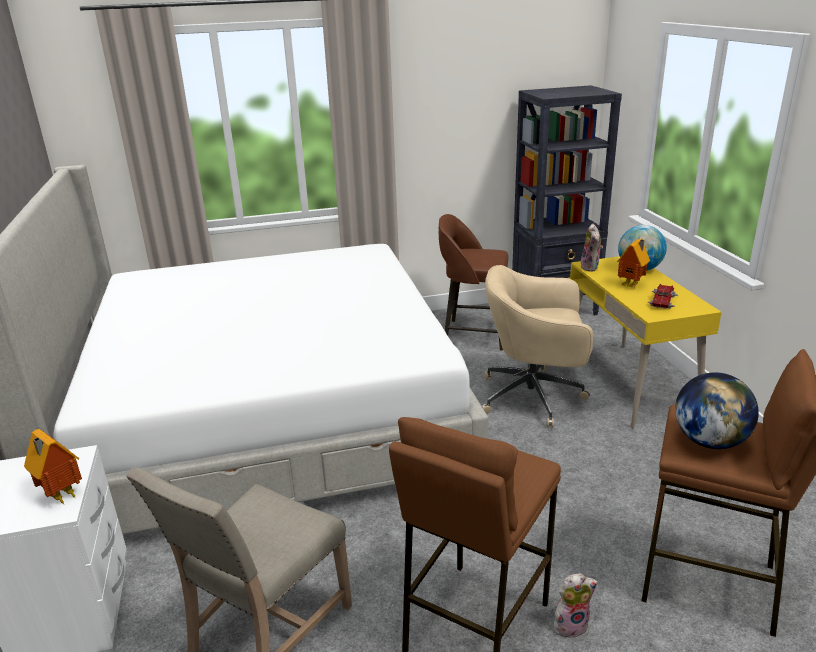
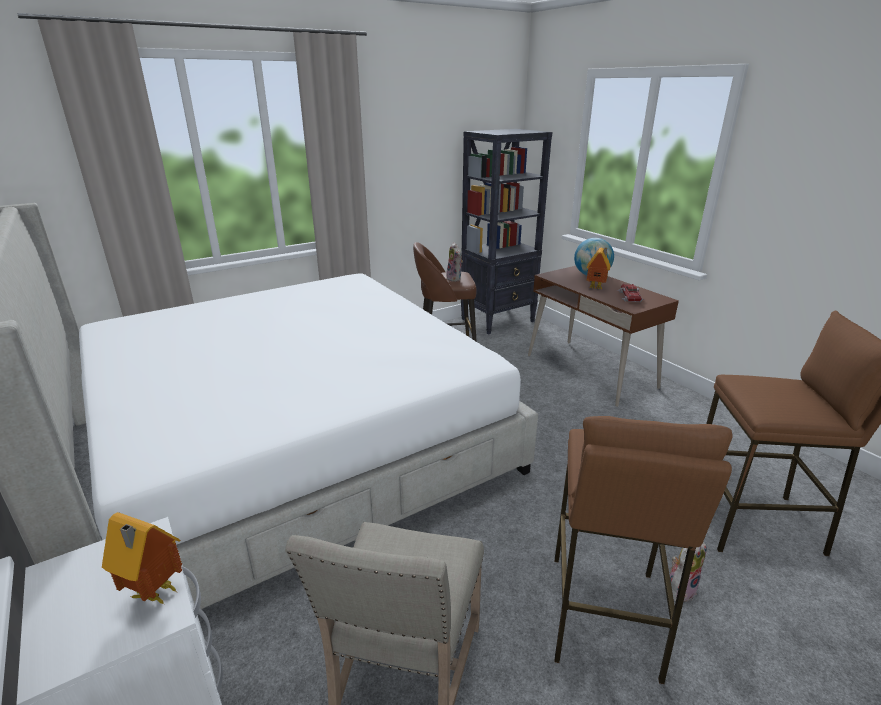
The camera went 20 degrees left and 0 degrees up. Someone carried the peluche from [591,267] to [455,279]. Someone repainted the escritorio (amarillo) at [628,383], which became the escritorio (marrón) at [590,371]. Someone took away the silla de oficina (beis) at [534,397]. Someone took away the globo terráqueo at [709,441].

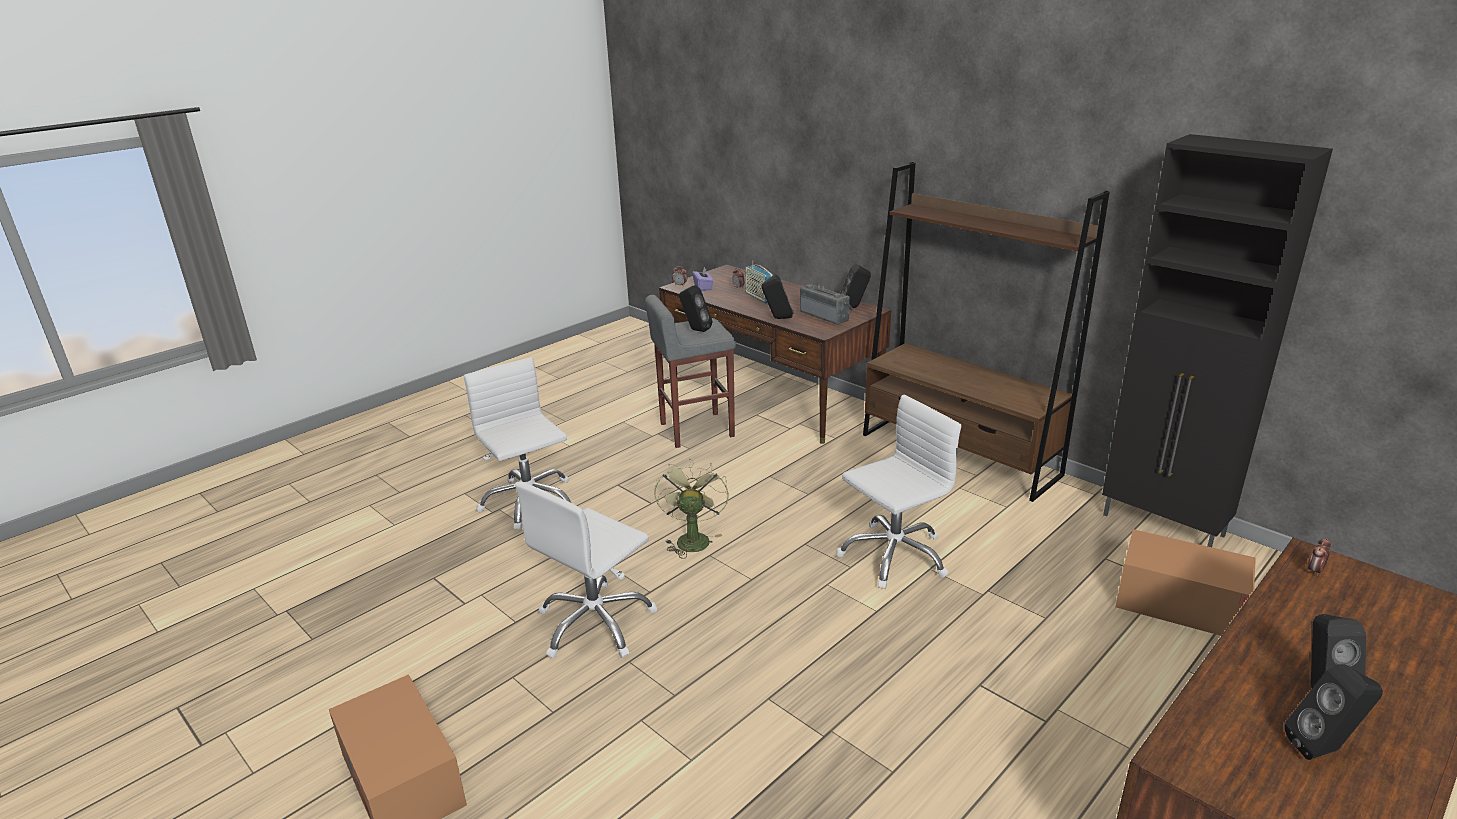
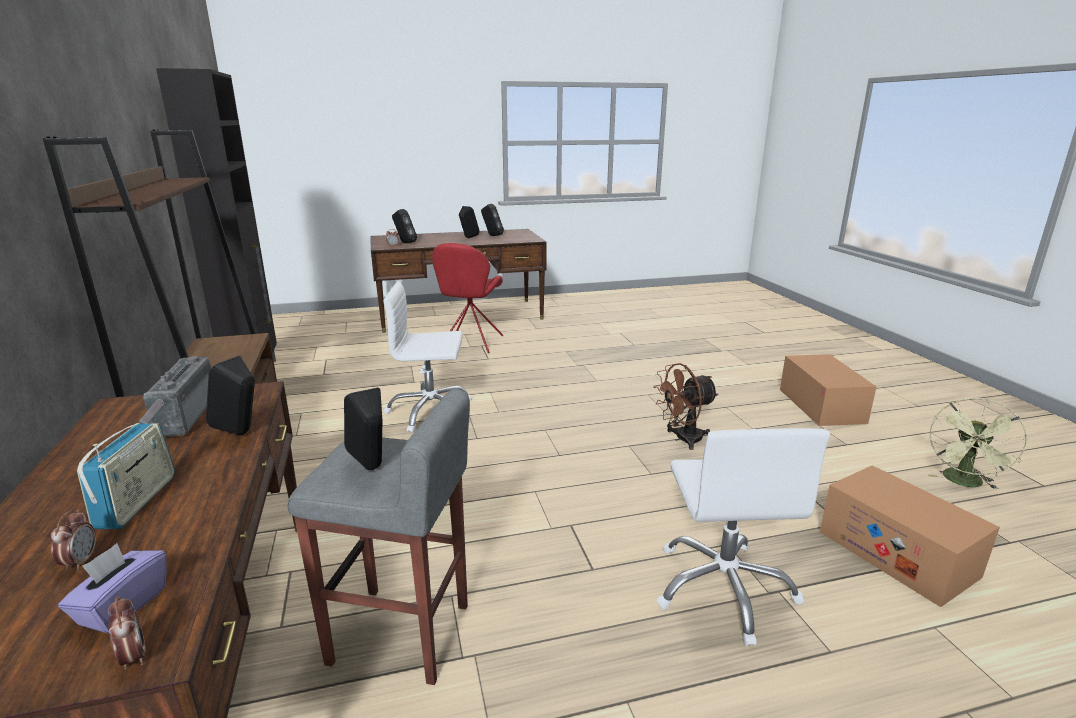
The camera went 150 degrees left and 5 degrees down. Someone carried the altavoz (negro) from [854,307] to [404,242]. Someone carried the ventilador (verde) from [692,538] to [964,483]. Someone swapped the silla de oficina (blanco) at [595,623] for the ventilador (marrón) at [682,439]. Someone carried the caja de cartón from [1179,604] to [896,553]. Someone put down the silla (rojo) at [470,343].

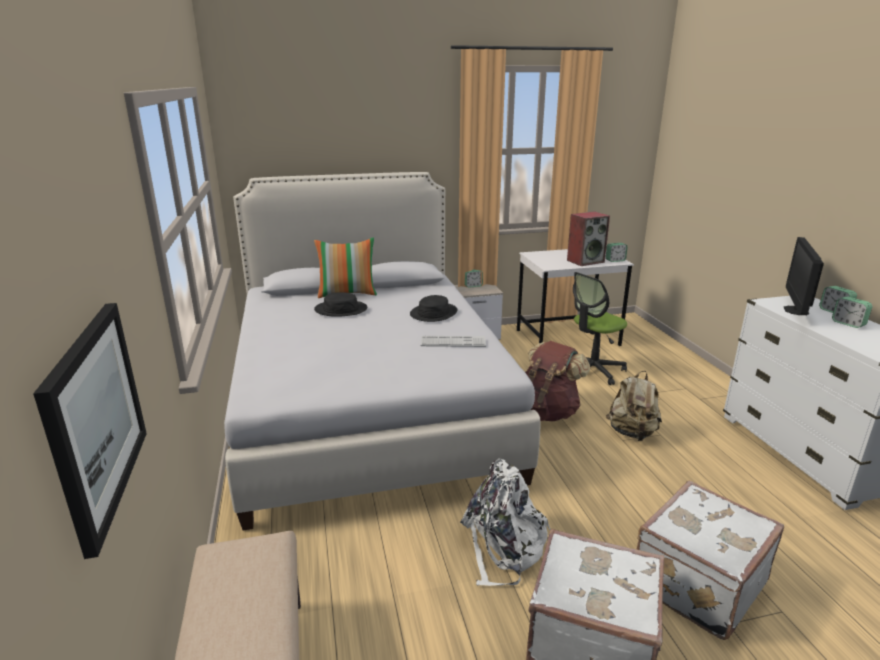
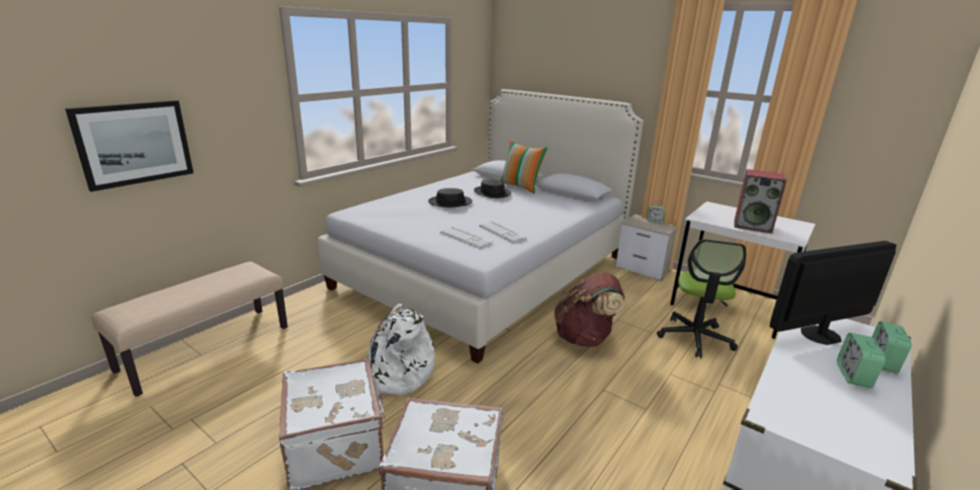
The camera went 50 degrees right and 0 degrees up. Someone took away the despertador at [615,260]. Someone rotated the silla de oficina at [592,370] by 90 degrees counterclockwise. Someone carried the sombrero (negro) from [433,313] to [450,202]. Someone took away the mochila (beis) at [632,433]. Someone put down the teclado at [465,238].

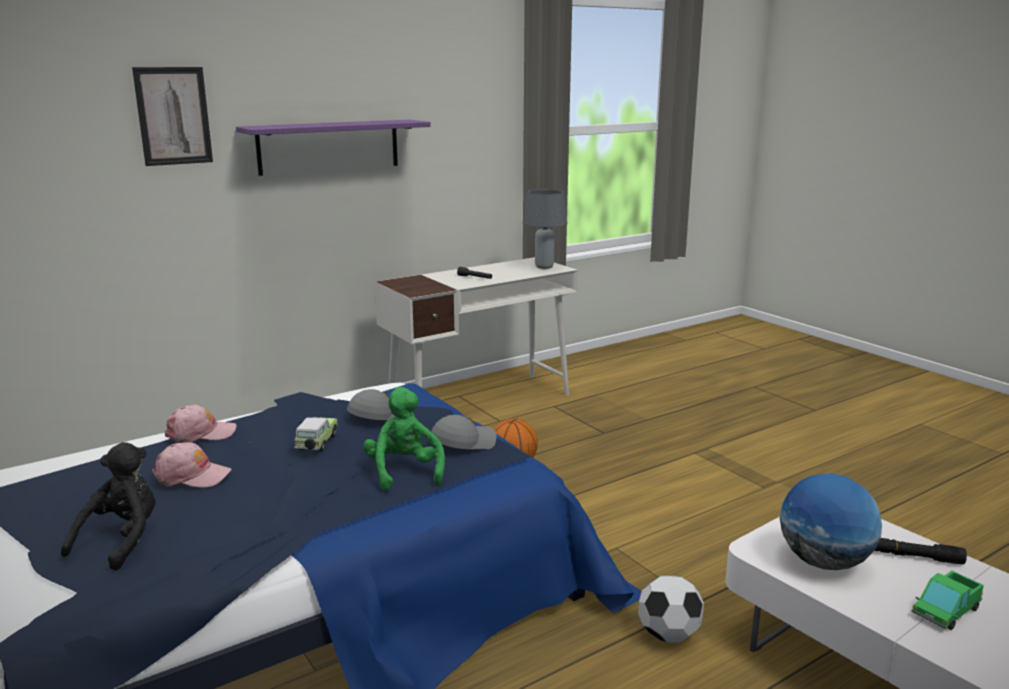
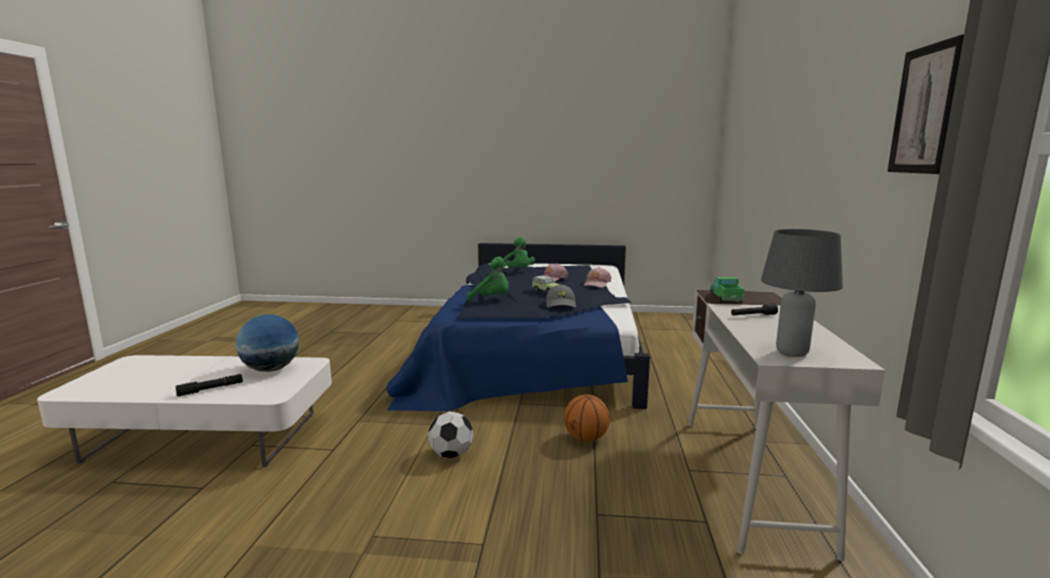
The camera went 130 degrees right and 5 degrees down. Someone carried the cuadro from [173,116] to [924,110]. Someone took away the estante (morado) at [329,146]. Someone took away the gorra (gris) at [463,443]. Someone repainted the peluche (negro) at [122,541], which became the peluche (verde) at [518,271]. Someone carried the camión de juguete from [945,611] to [725,298]. Someone carried the balón de fútbol from [668,635] to [451,454].

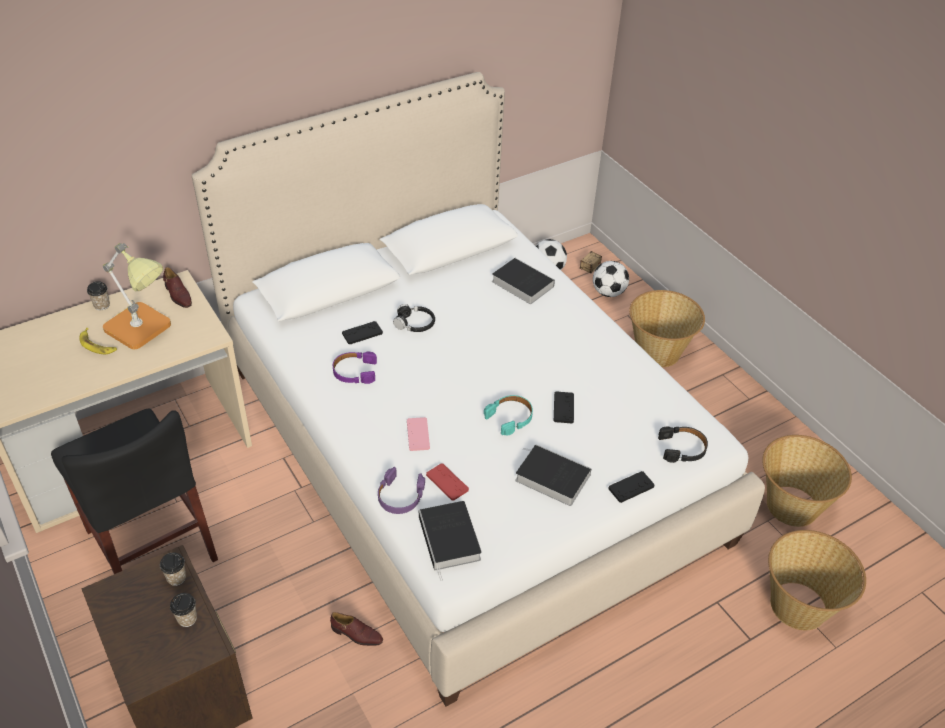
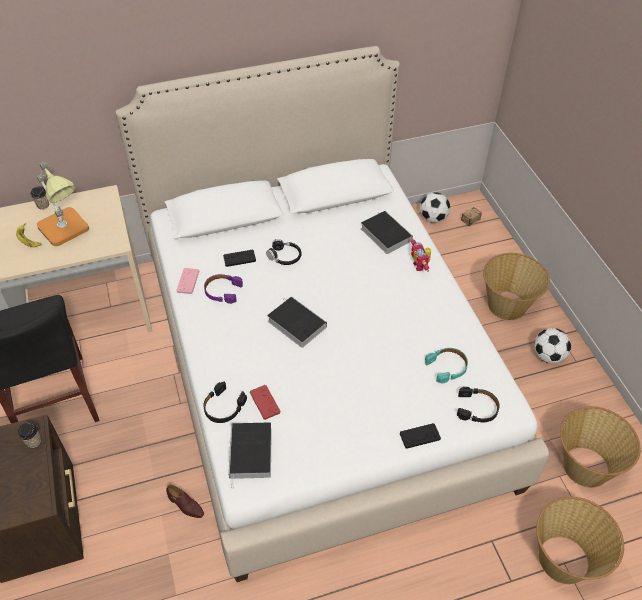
The camera went 15 degrees right and 5 degrees up. Someone carried the balón de fútbol from [608,292] to [548,356]. Someone took away the zapato (marrón) at [178,295]. Someone took away the mando de consola (negro) at [563,408]. Someone carried the auriculares (turquesa) from [510,418] to [447,367]. Someone carried the mando de consola (rosa) from [418,434] to [188,281]. Someone carried the libro from [550,477] to [295,323]. Someone repainted the auriculares (morado) at [400,496], which became the auriculares (negro) at [223,407]. Someone took away the taza at [187,619]. Someone put down the robot de juguete at [420,265].

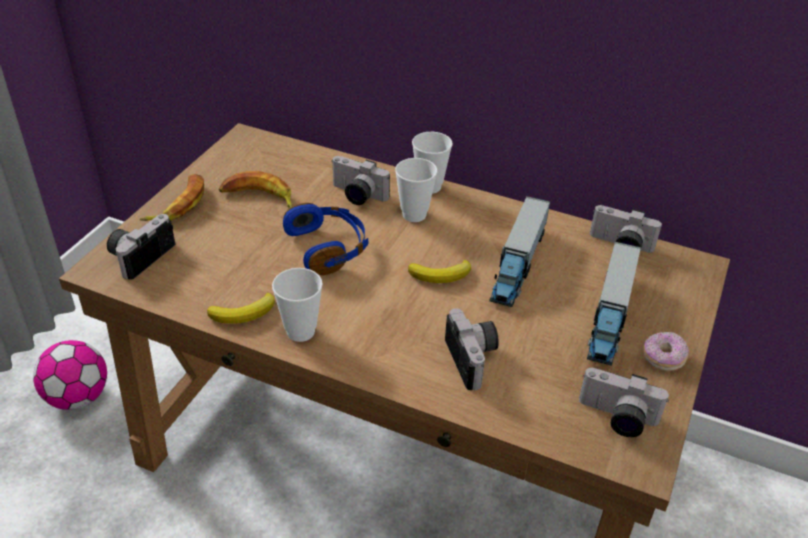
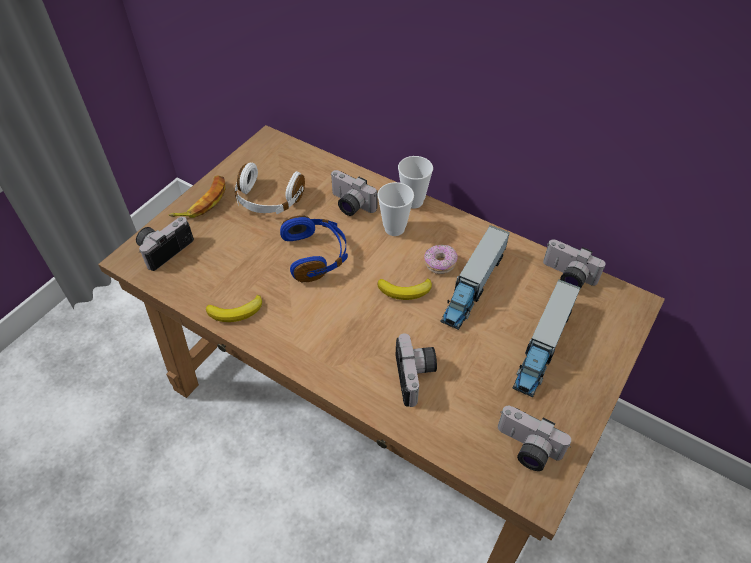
The camera went 10 degrees right and 10 degrees up. Someone swapped the plátano at [258,197] for the auriculares (blanco) at [268,200]. Someone took away the taza at [300,331]. Someone carried the rosquilla from [663,358] to [440,264]. Someone took away the balón de fútbol at [78,397].

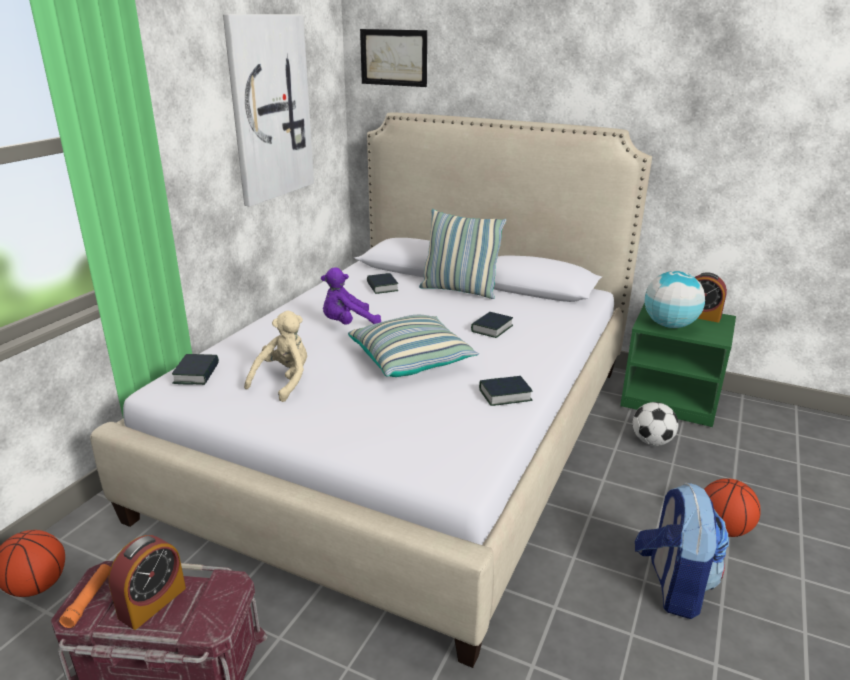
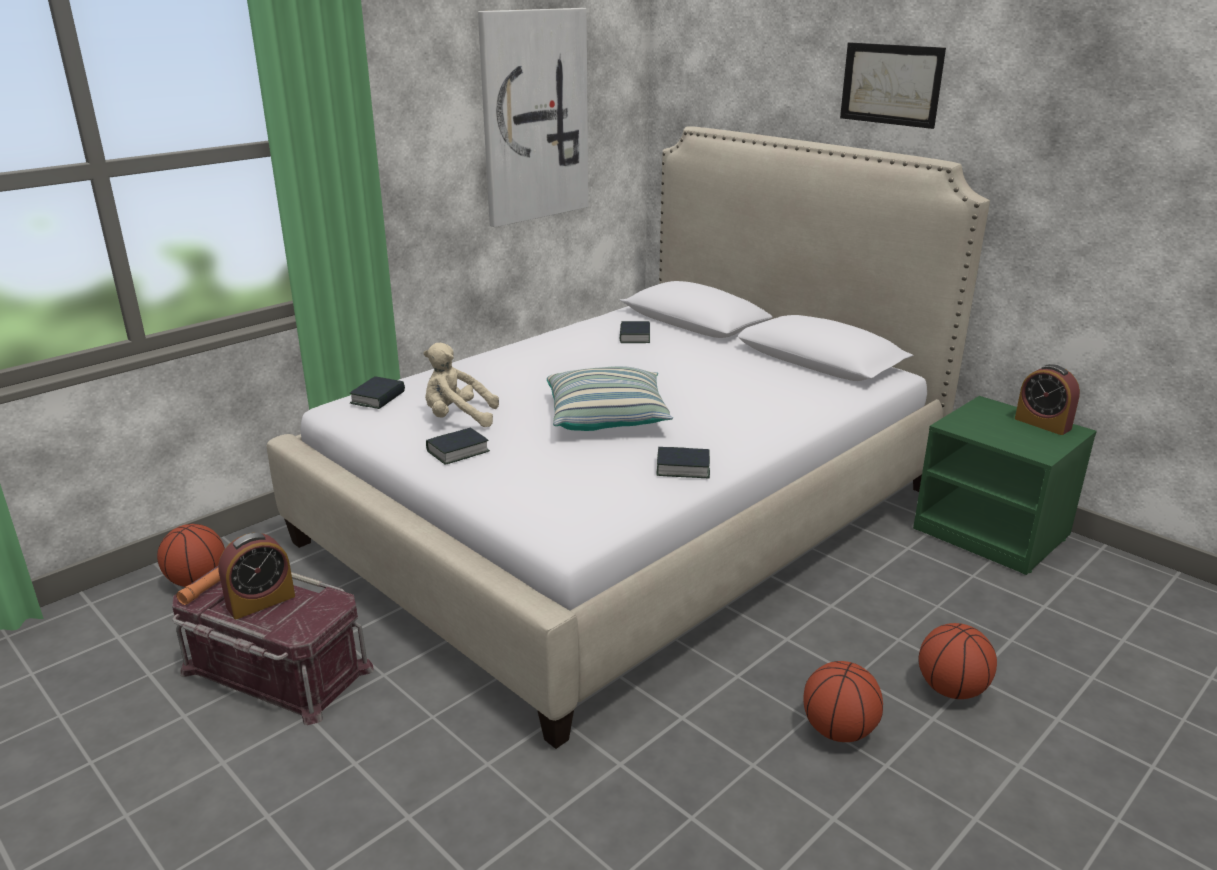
The camera went 20 degrees right and 0 degrees up. Someone carried the cuadro from [393,57] to [891,84]. Someone took away the cojín at [459,290]. Someone took away the peluche (morado) at [348,324]. Someone took away the globo terráqueo at [669,325]. Someone rotated the peluche (beis) at [284,382] by 135 degrees counterclockwise. Someone carried the libro from [492,329] to [458,451]. Someone took away the balón de fútbol at [652,441]. Someone swapped the mochila at [672,585] for the balón de baloncesto at [838,731].

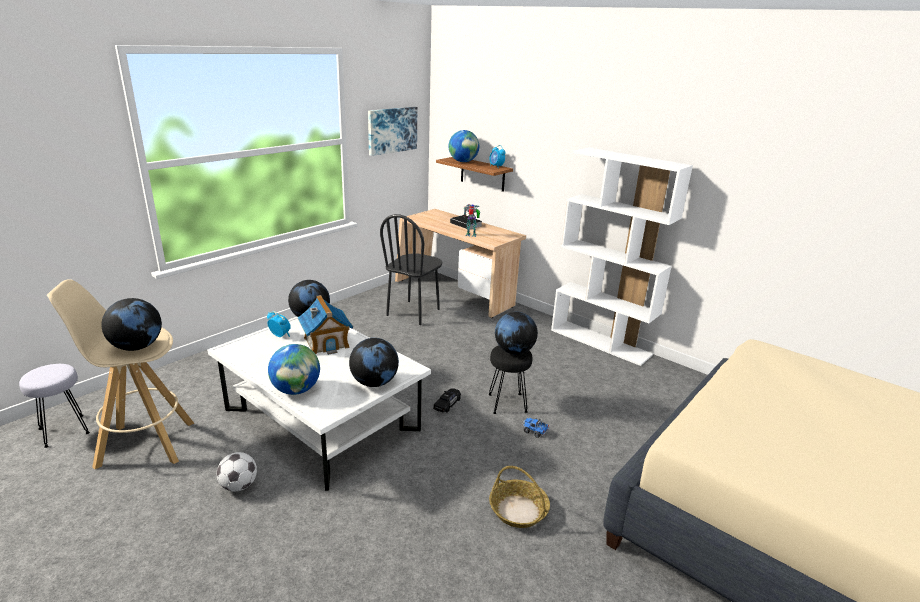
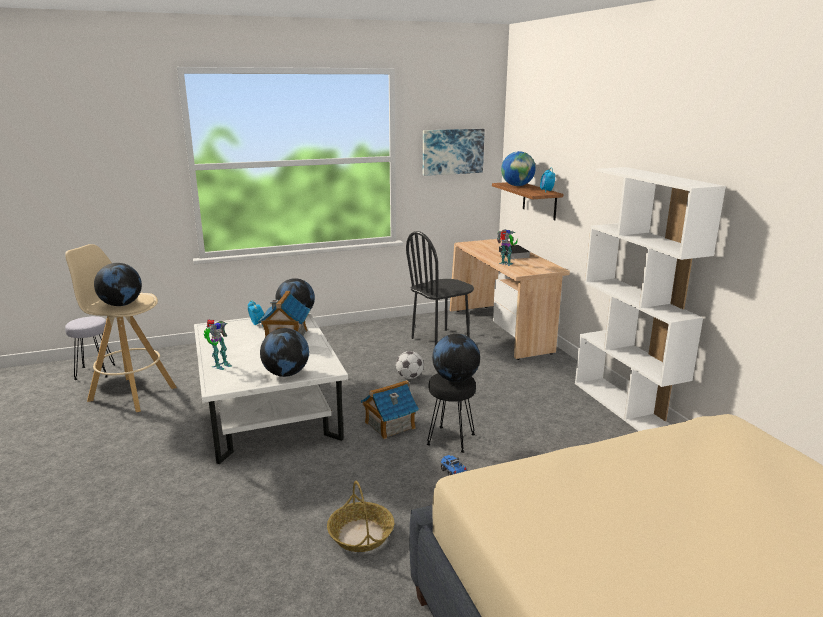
The camera went 30 degrees right and 5 degrees down. Someone swapped the globo terráqueo at [296,390] for the robot de juguete at [220,365]. Someone swapped the coche de juguete (negro) at [447,404] for the casita at [389,425]. Someone carried the balón de fútbol from [239,486] to [409,377].

